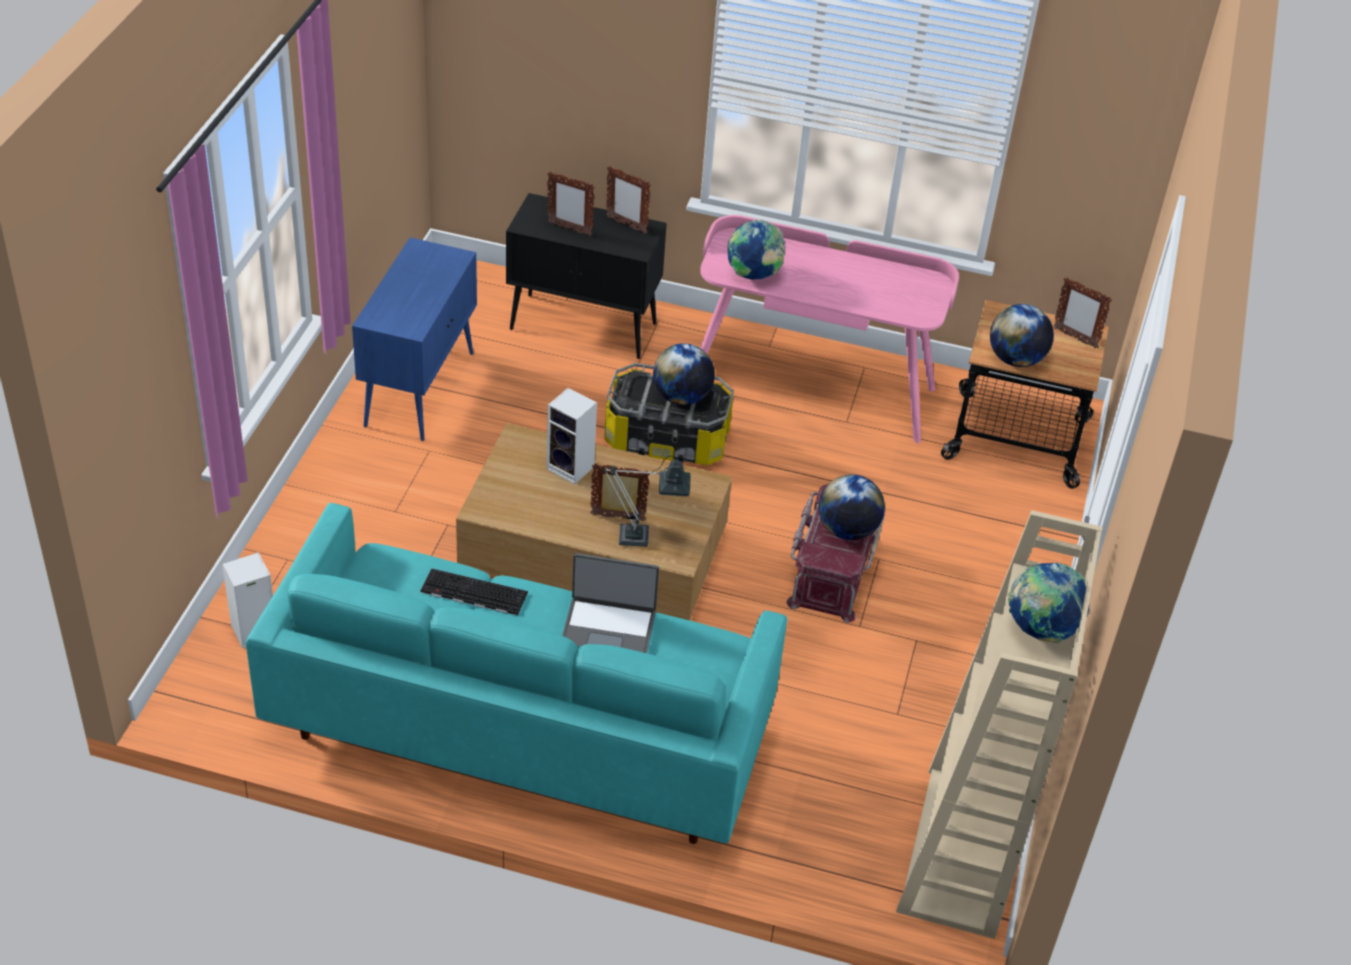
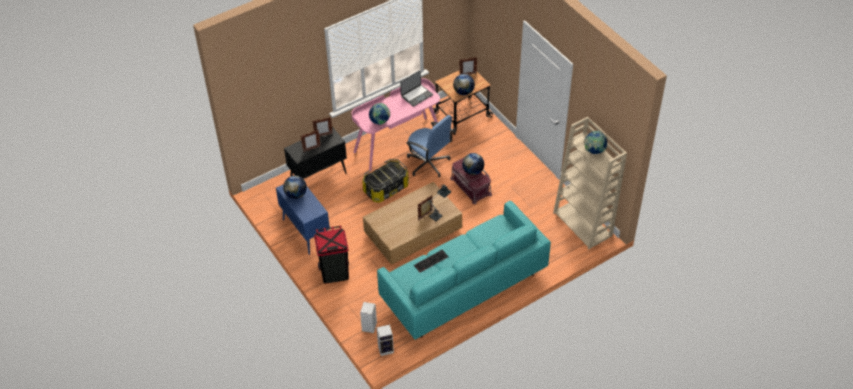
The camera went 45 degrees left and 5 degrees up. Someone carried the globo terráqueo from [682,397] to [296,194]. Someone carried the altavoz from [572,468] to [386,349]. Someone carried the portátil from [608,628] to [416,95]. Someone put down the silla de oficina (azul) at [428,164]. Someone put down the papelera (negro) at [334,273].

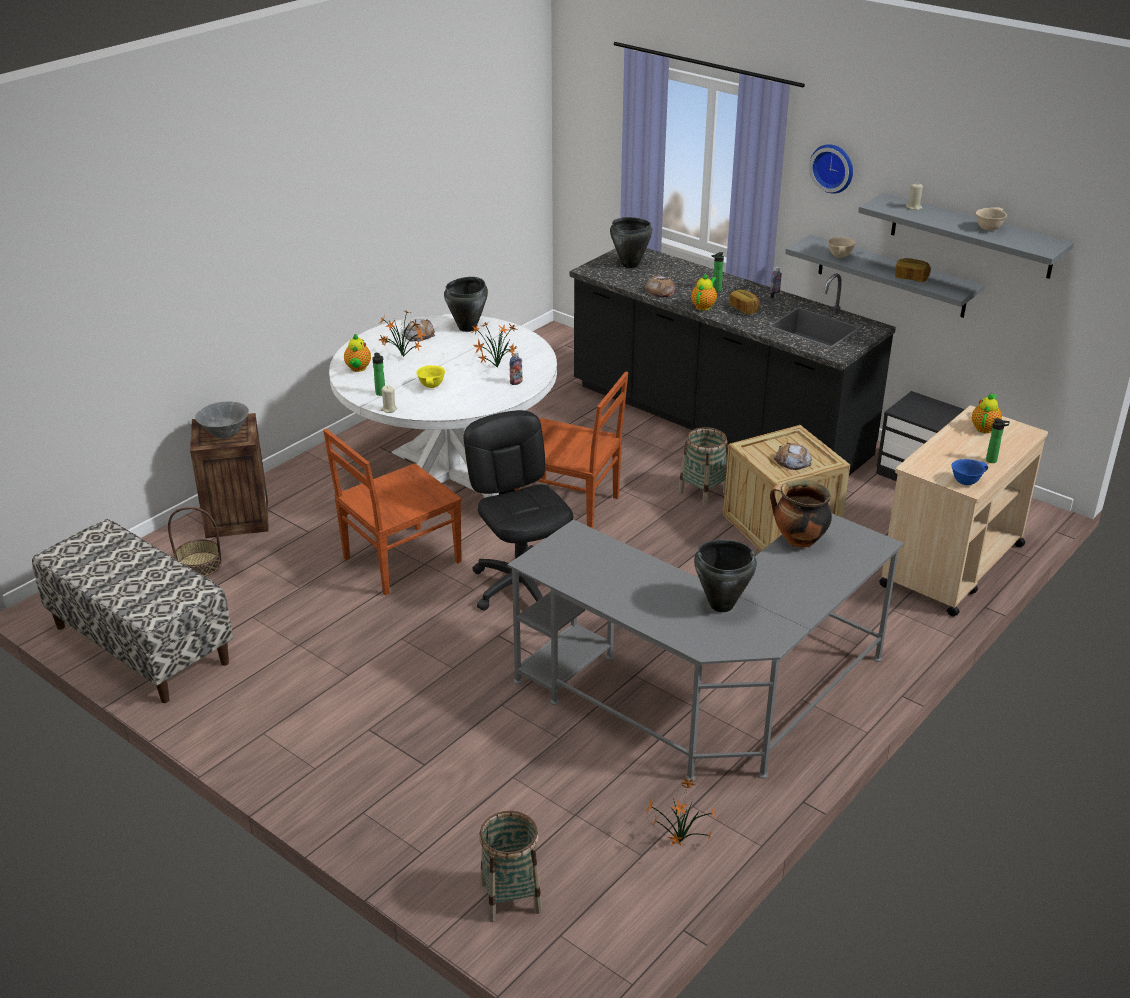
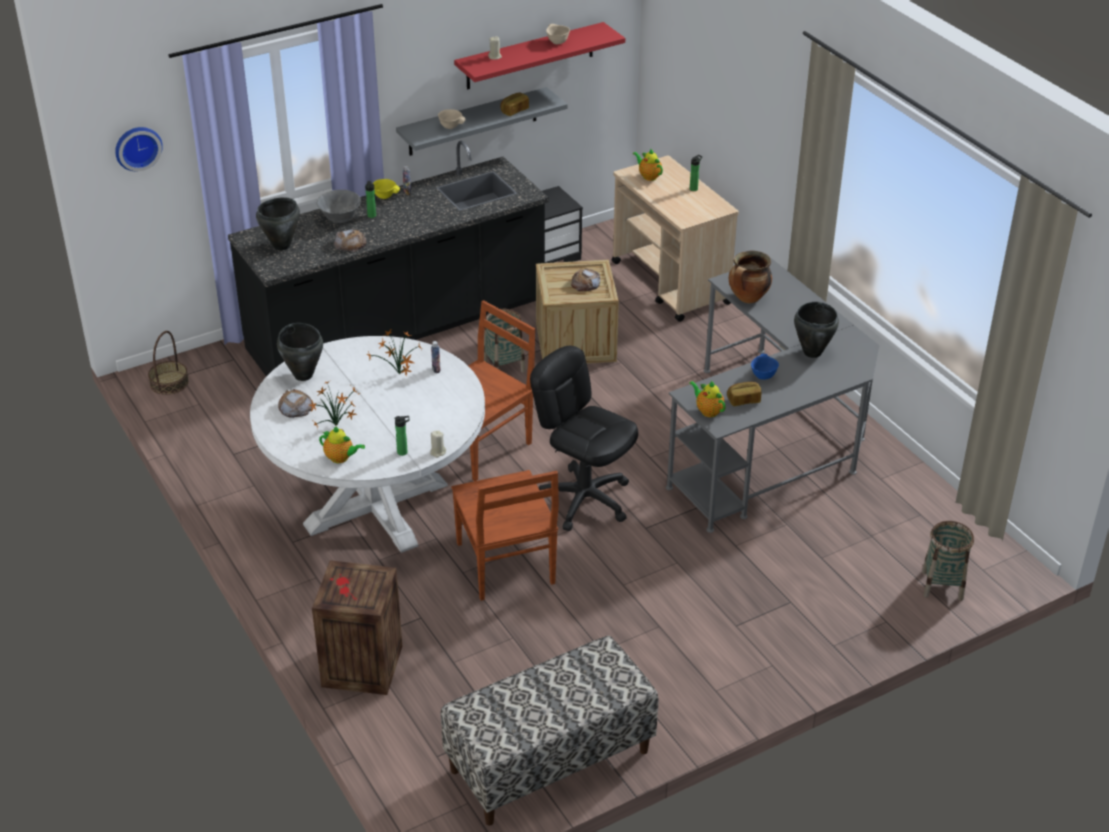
The camera went 70 degrees left and 5 degrees up. Someone carried the reloj de pared from [833,167] to [137,147]. Someone repainted the estante (gris) at [971,236], which became the estante (rojo) at [530,56]. Someone carried the tetera from [704,306] to [708,411]. Someone carried the pan from [744,309] to [743,400]. Someone carried the cuenco (amarillo) from [432,386] to [385,196]. Someone carried the cuenco (gris) from [225,435] to [340,219]. Someone rotated the silla de oficina (negro) at [522,586] by 45 degrees clockwise. Someone carried the cuenco (azul) from [965,481] to [763,376]. Someone carried the cesta from [199,565] to [169,383]. Someone took away the planta en maceta at [677,841].

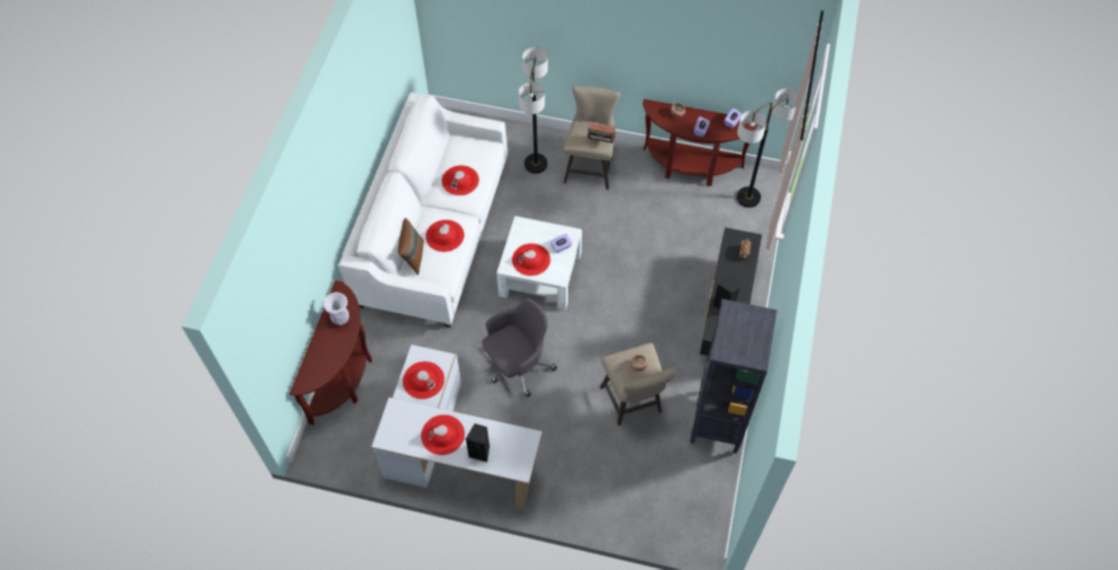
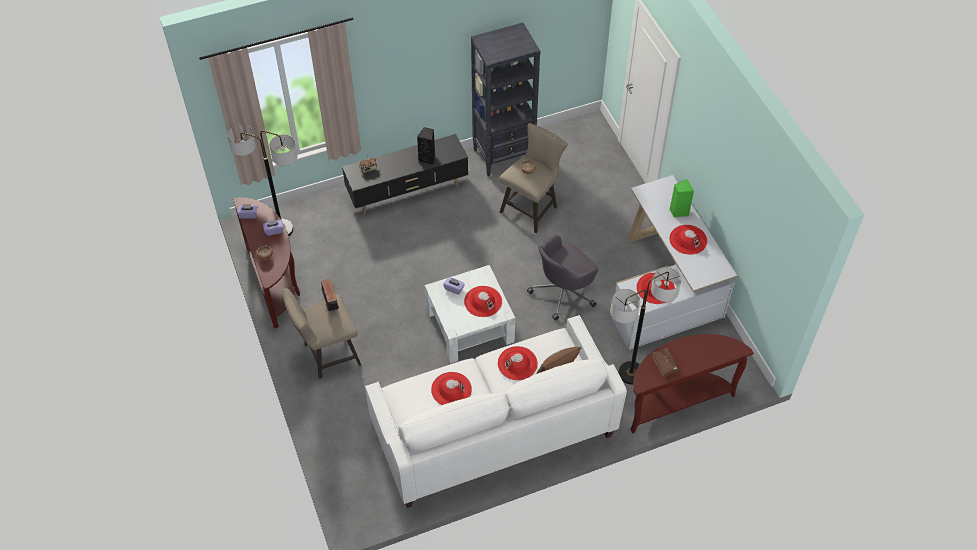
The camera went 125 degrees left and 5 degrees down. Someone carried the lámpara de pie from [536,164] to [631,373]. Someone swapped the florero (blanco) at [340,318] for the libro (marrón) at [665,364]. Someone rotated the silla de oficina (gris) at [518,365] by 60 degrees counterclockwise. Someone repainted the altavoz (negro) at [480,452], which became the altavoz (verde) at [678,211].

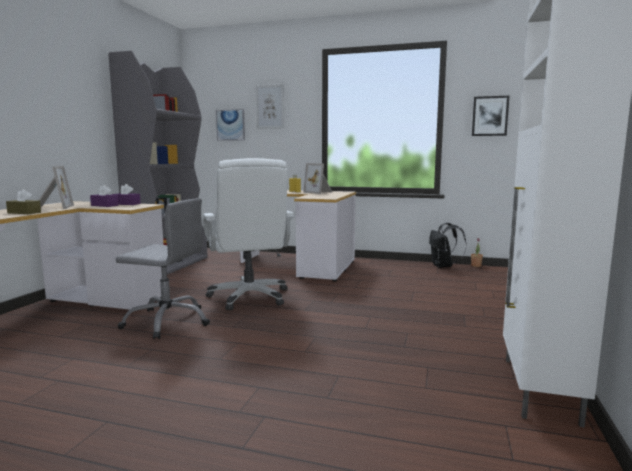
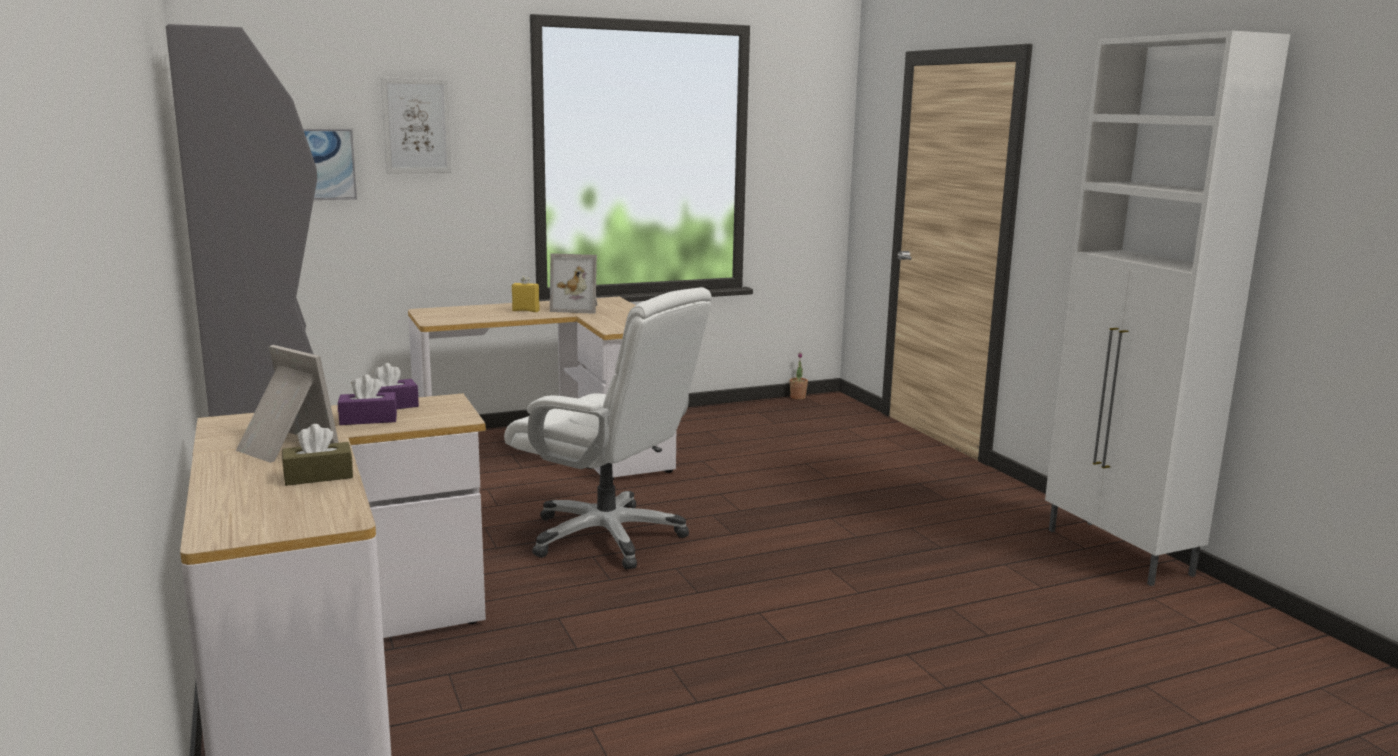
The camera went 40 degrees left and 5 degrees up. Someone took away the cuadro at [490,116]. Someone took away the silla de oficina (gris) at [167,321]. Someone took away the mochila (negro) at [443,266].

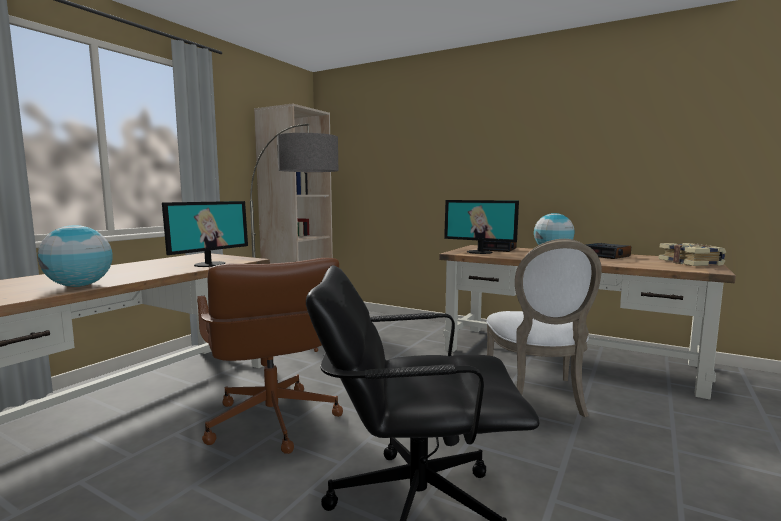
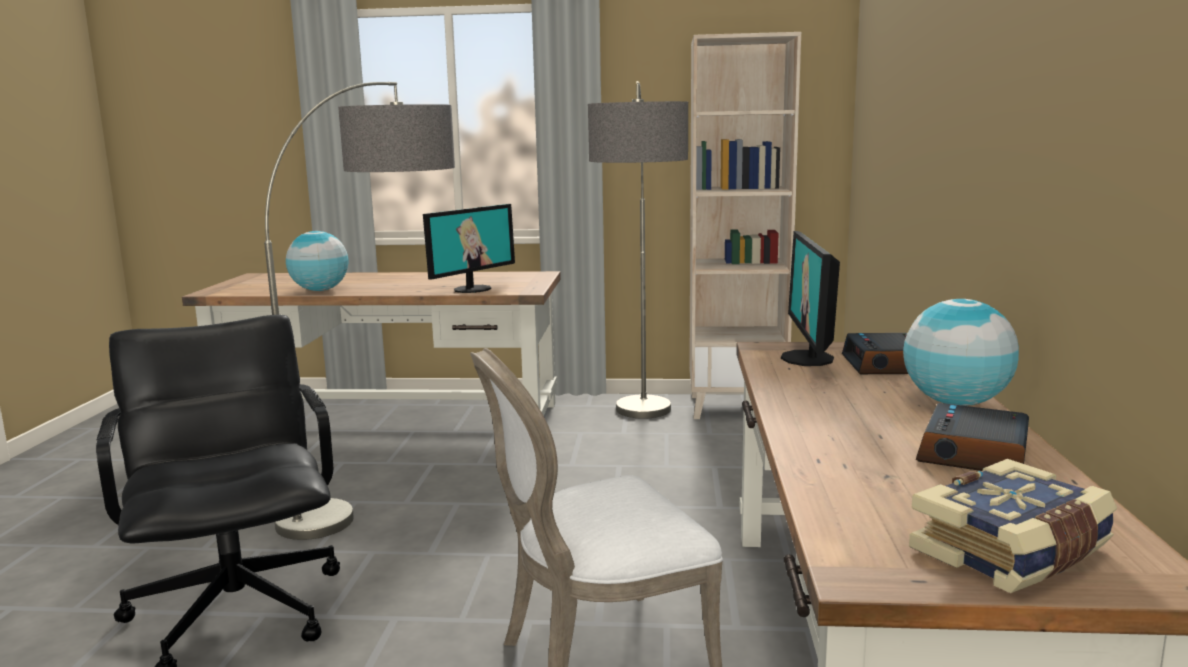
The camera went 65 degrees right and 5 degrees up. Someone rotated the monitor at [209,264] by 60 degrees counterclockwise. Someone swapped the silla de oficina (marrón) at [271,421] for the lámpara de pie at [389,492].

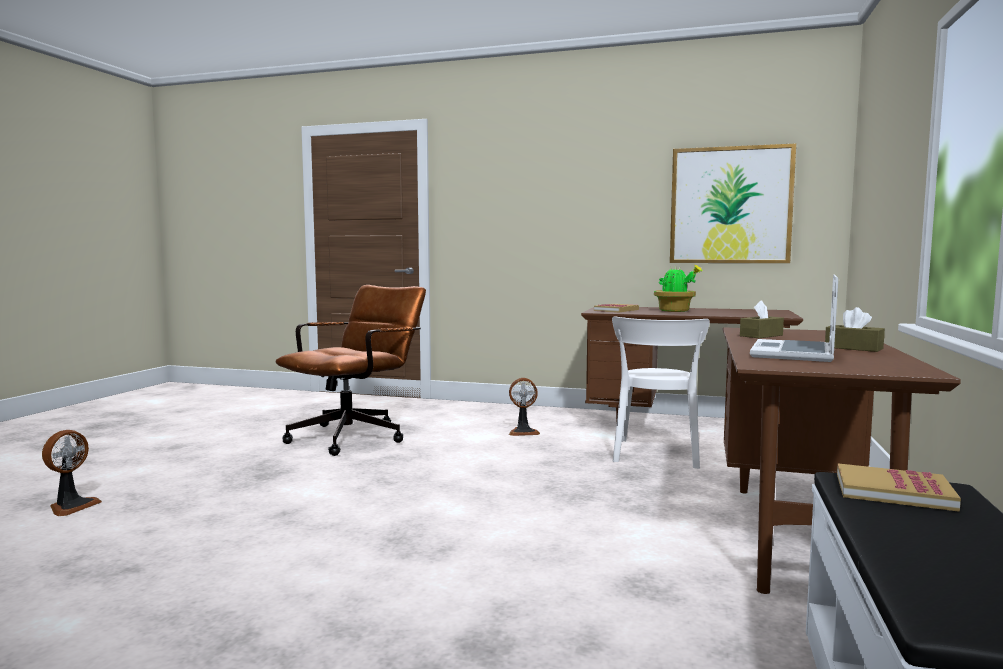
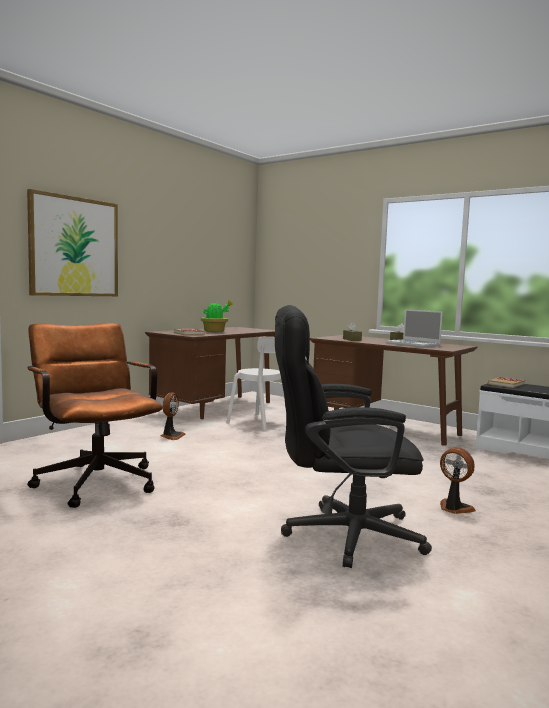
The camera went 70 degrees left and 0 degrees up. Someone carried the cuadro from [730,205] to [74,247]. Someone carried the ventilador from [71,506] to [454,508]. Someone put down the silla de oficina (negro) at [339,534].

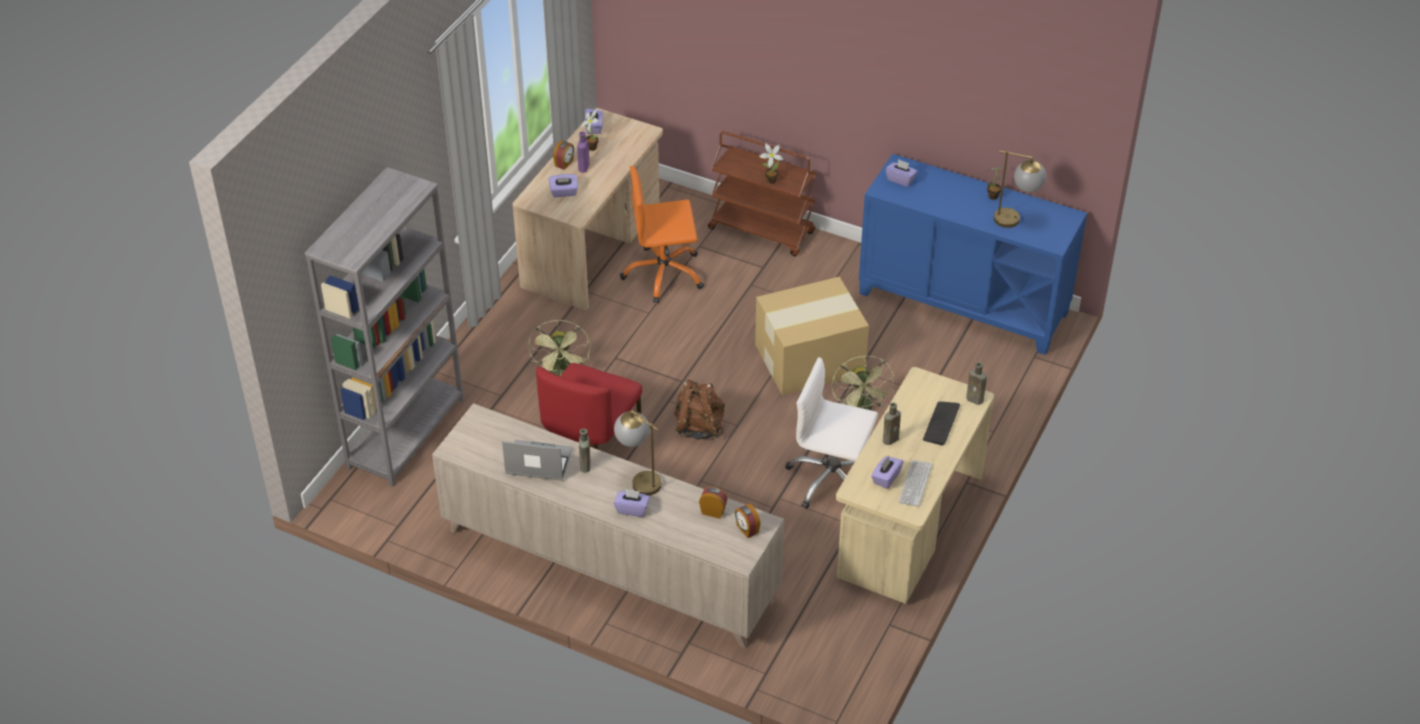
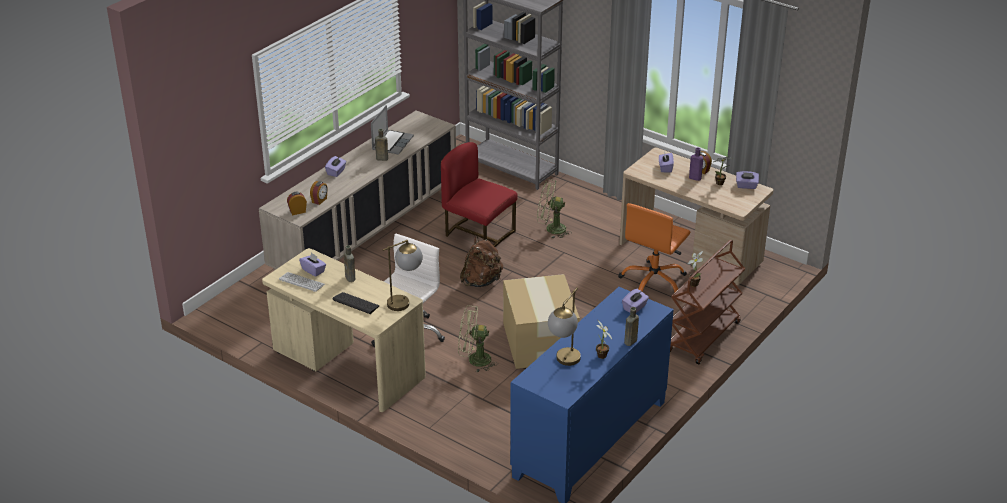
The camera went 100 degrees right and 10 degrees down. Someone rotated the silla de oficina (naranja) at [663,274] by 150 degrees counterclockwise. Someone carried the botella (marrón) from [976,400] to [630,342]. Someone carried the lámpara de mesa from [639,479] to [405,301].

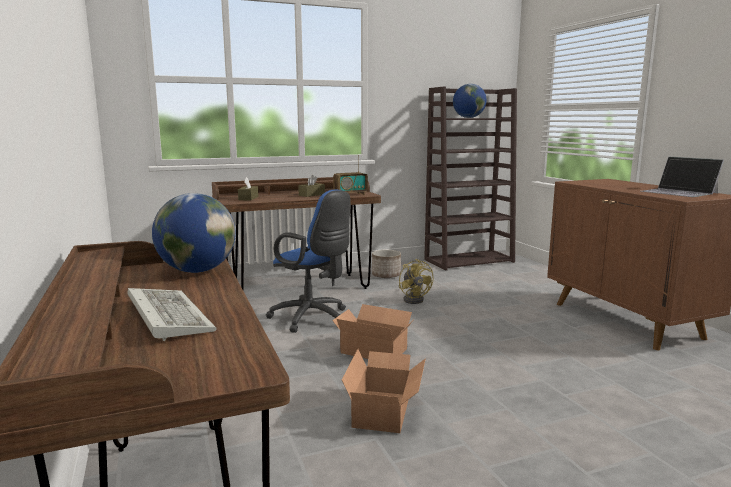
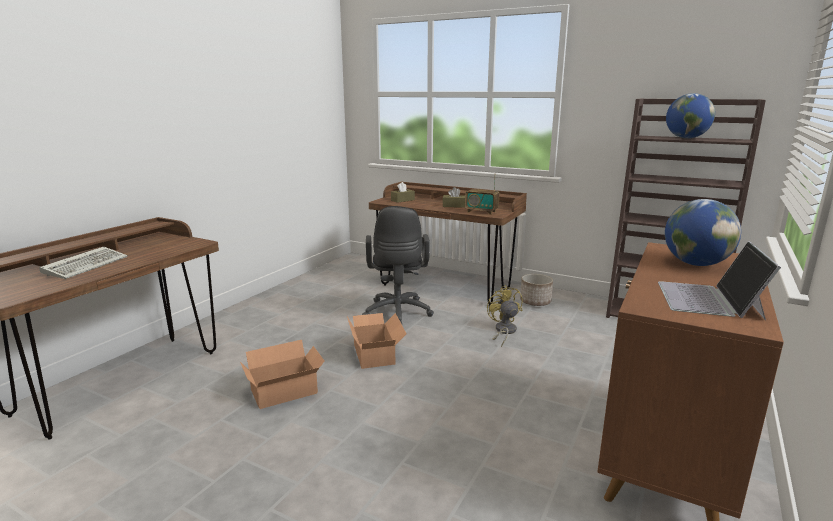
The camera went 50 degrees right and 5 degrees up. Someone repainted the silla de oficina (azul) at [313,319], which became the silla de oficina (negro) at [397,314]. Someone carried the globo terráqueo from [197,271] to [695,264]. Someone rotated the ventilador (amarillo) at [415,299] by 135 degrees clockwise.

